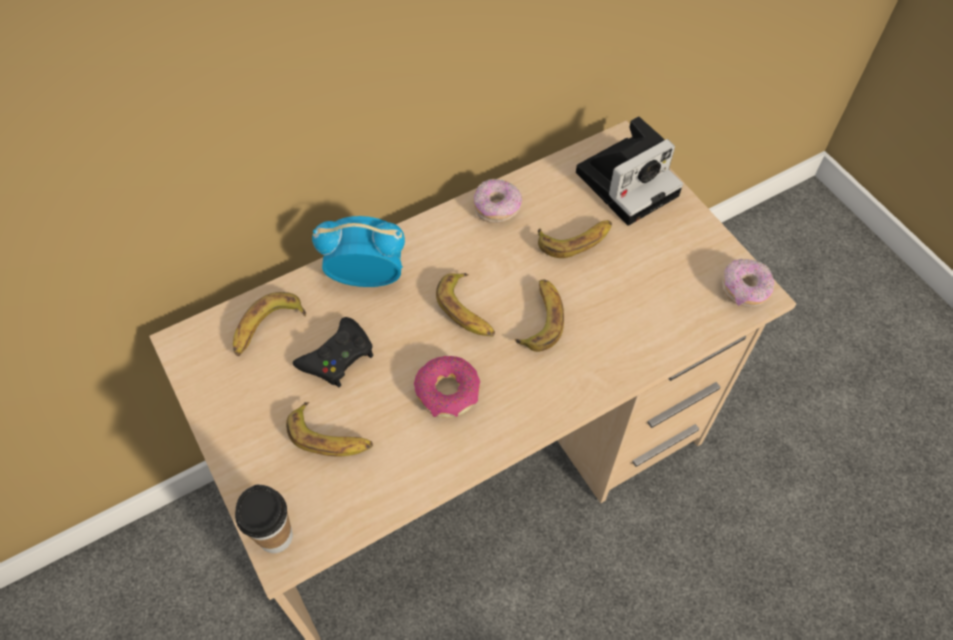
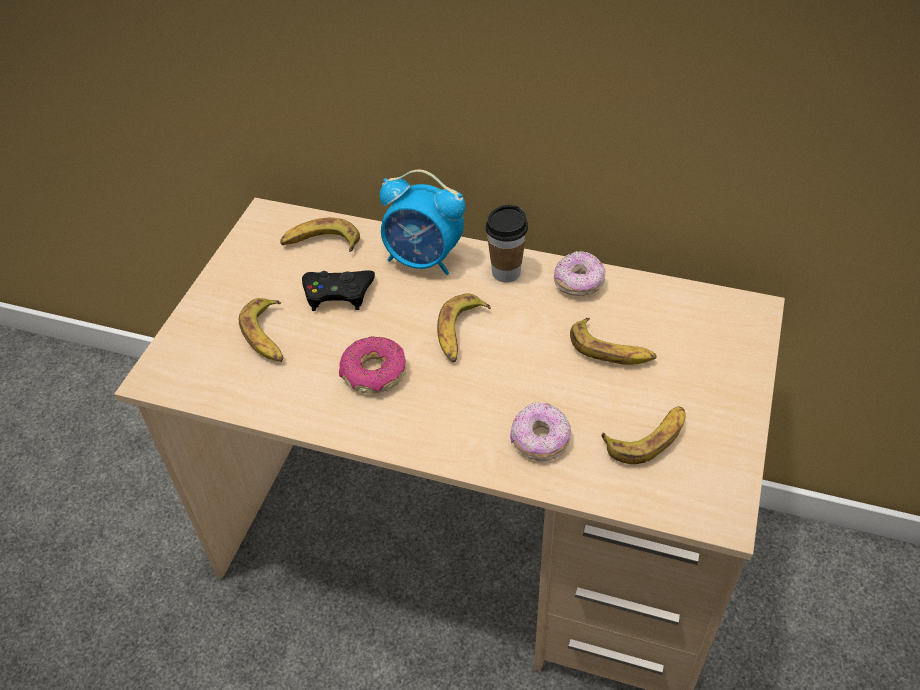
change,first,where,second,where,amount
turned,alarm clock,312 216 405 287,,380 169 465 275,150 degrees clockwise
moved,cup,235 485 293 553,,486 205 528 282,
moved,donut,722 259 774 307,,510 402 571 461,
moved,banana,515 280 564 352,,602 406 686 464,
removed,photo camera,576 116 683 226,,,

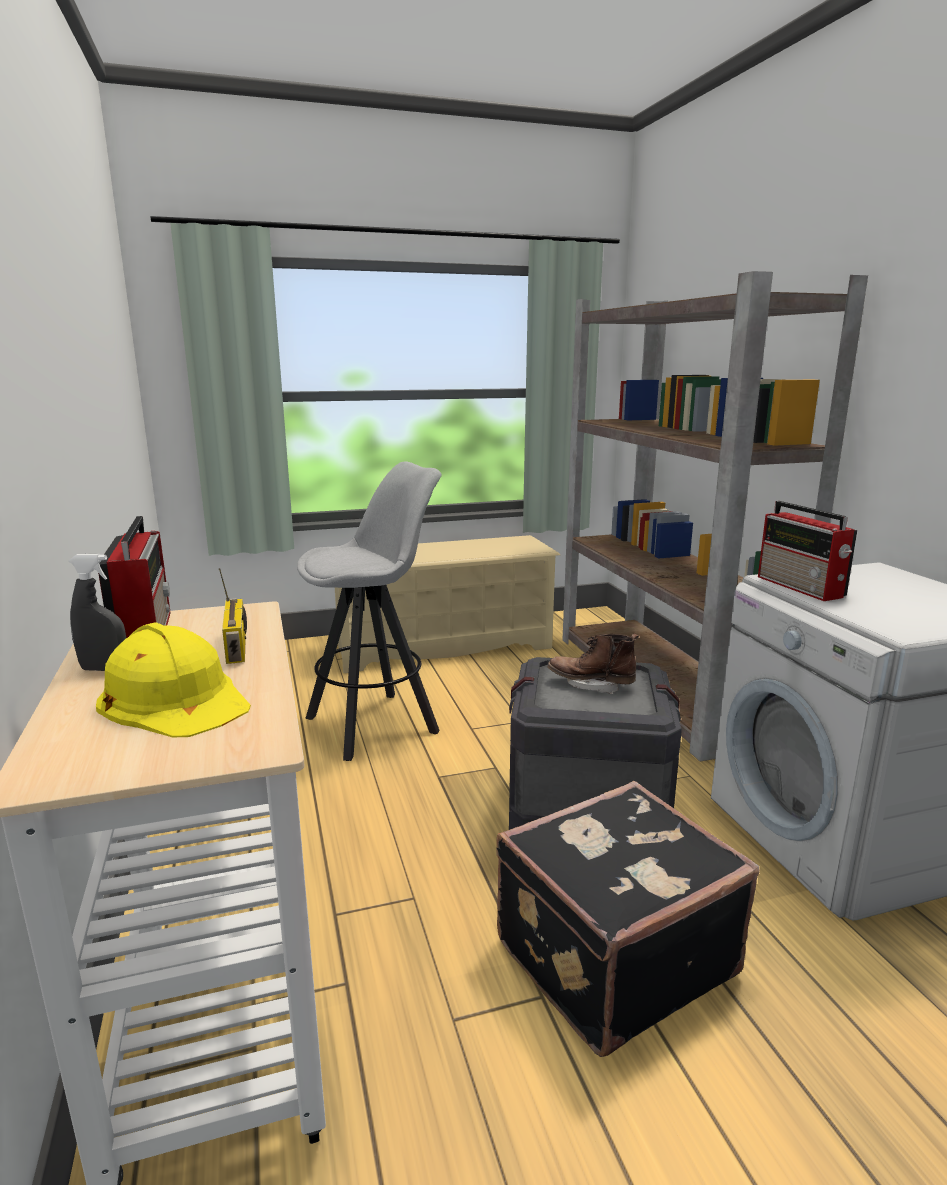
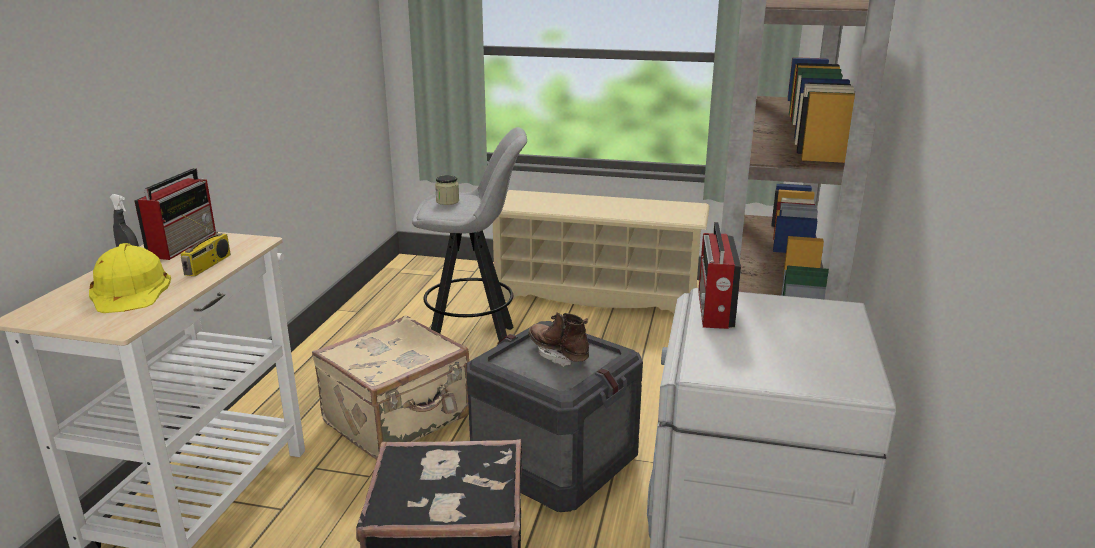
change,first,where,second,where,amount
added,,,beige suitcase,312 315 469 460,
added,,,jar,435 175 459 205,

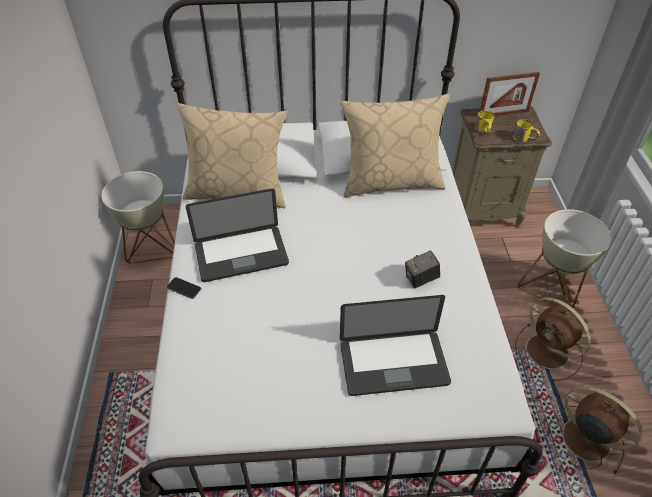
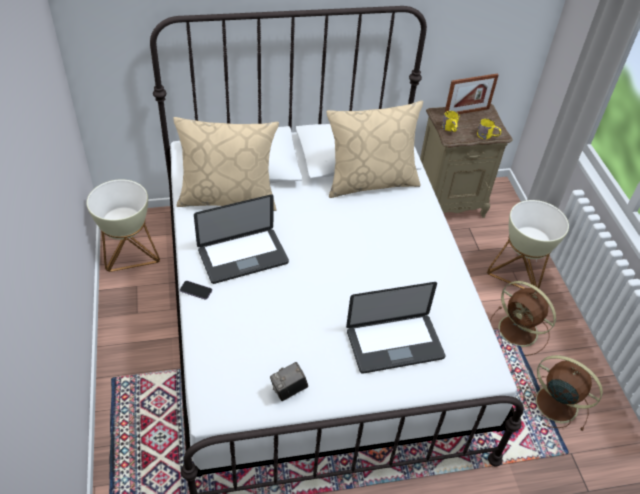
change,first,where,second,where,amount
moved,photo camera,405 250 440 288,,270 362 308 401,

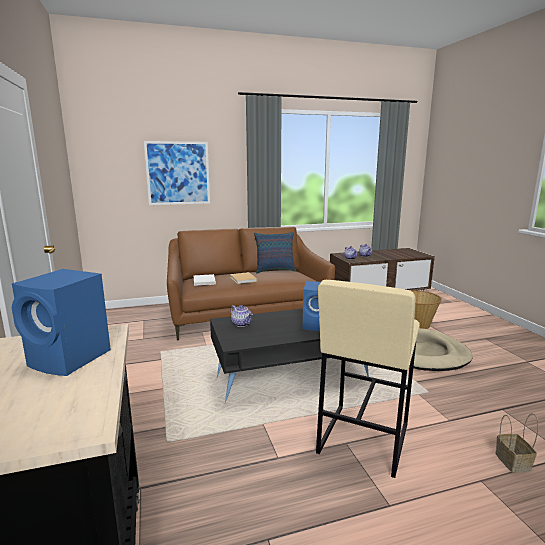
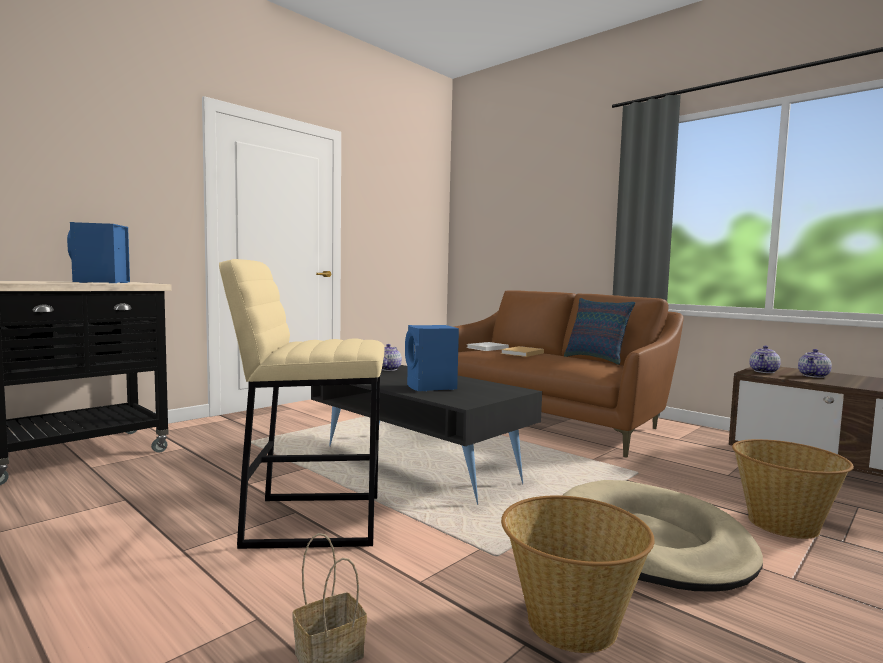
change,first,where,second,where,amount
added,,,basket,501 495 655 653,
removed,picture,144 141 210 205,,,

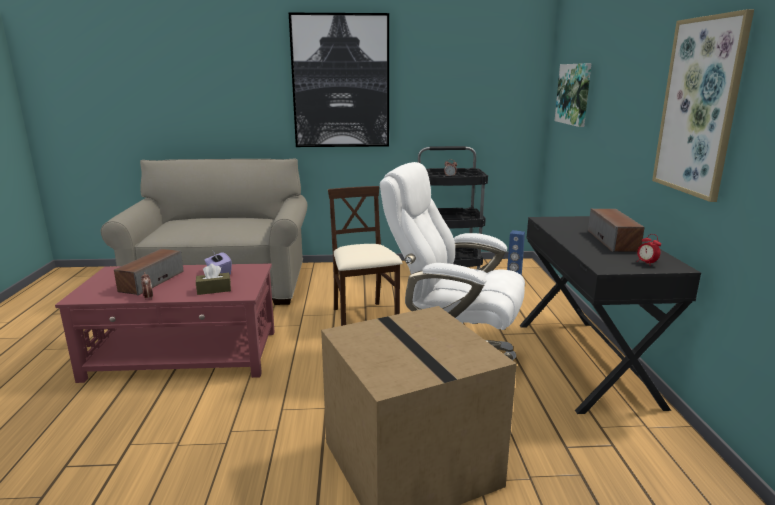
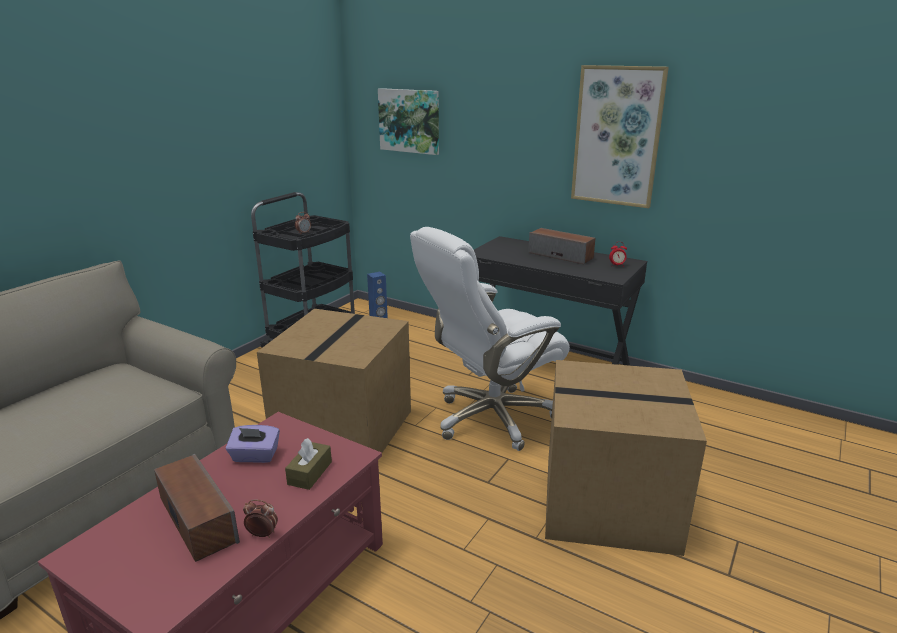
change,first,where,second,where,amount
replaced,beige chair,328 186 402 326,cardboard box,257 309 411 453,
removed,picture,289 13 389 147,,,

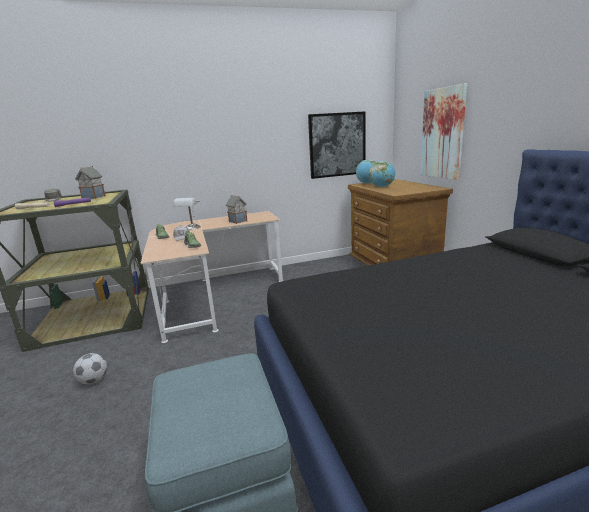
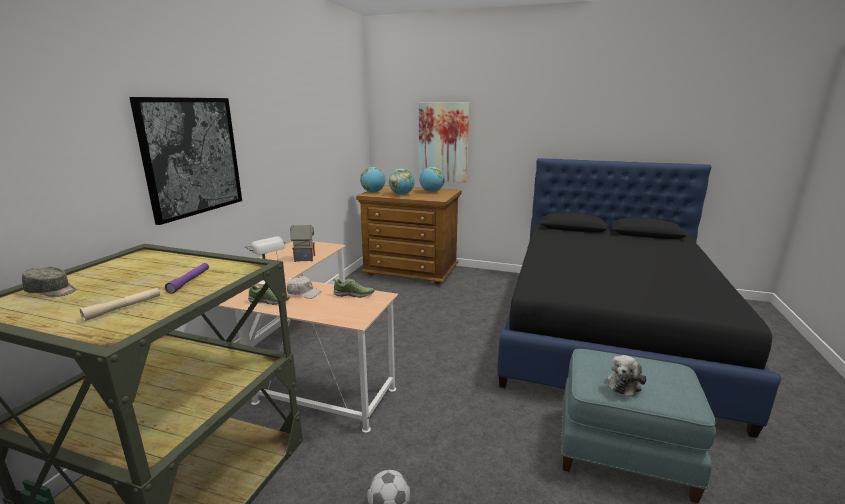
change,first,where,second,where,amount
moved,picture,308 111 365 179,,129 97 242 225,
added,,,globe,420 167 445 192,
added,,,plush toy,605 355 647 397,
removed,toy house,75 166 106 199,,,

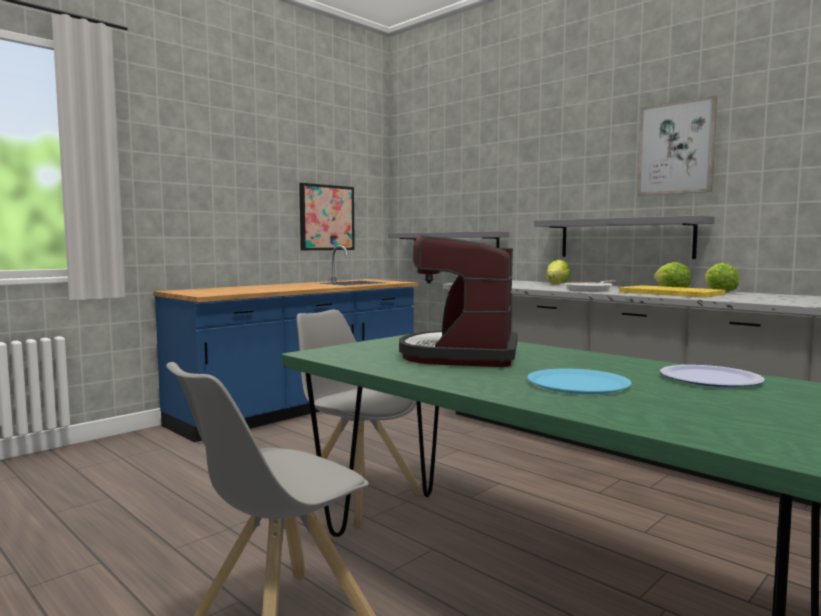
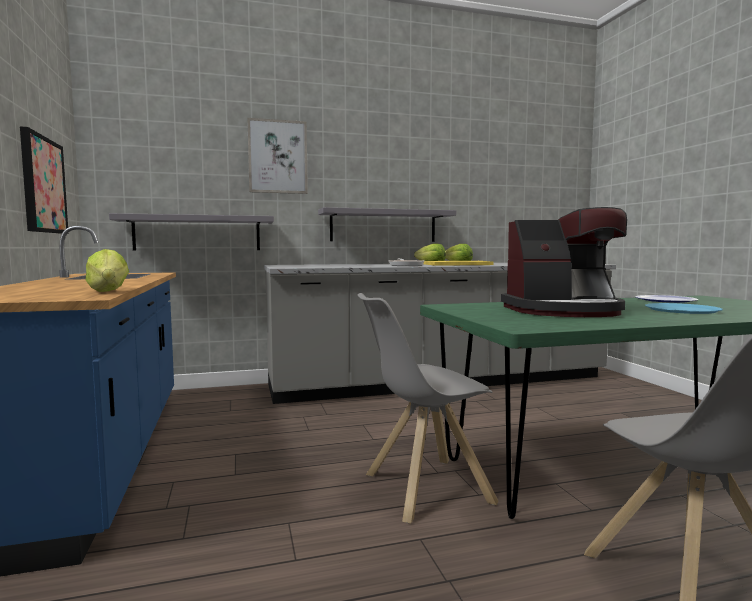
change,first,where,second,where,amount
moved,lettuce,546 260 571 284,,86 249 129 292,
moved,picture,637 95 718 196,,247 118 308 194,
turned,coffee machine,399 235 517 367,,501 207 627 317,45 degrees counterclockwise

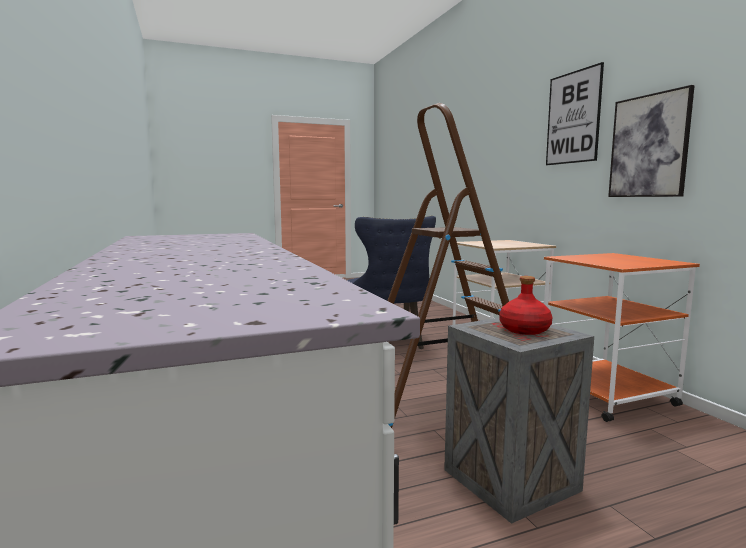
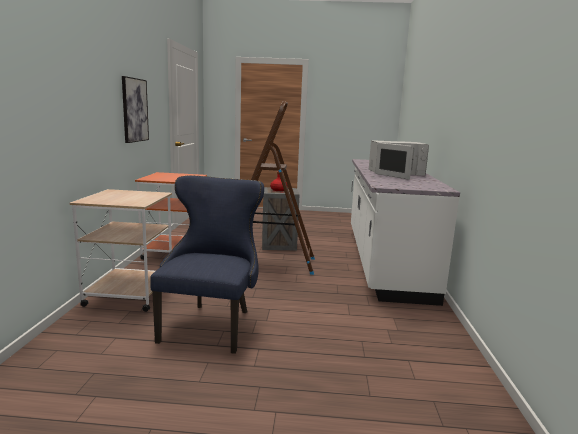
change,first,where,second,where,amount
added,,,white microwave,369 140 429 180,
removed,picture,546 62 604 165,,,

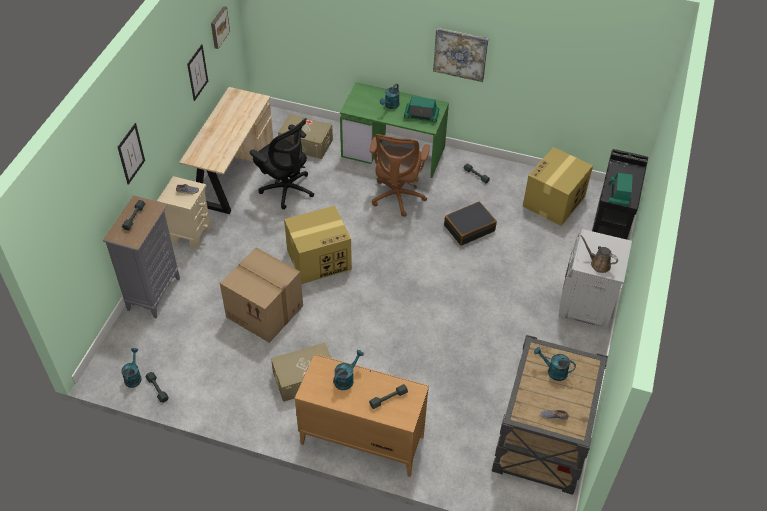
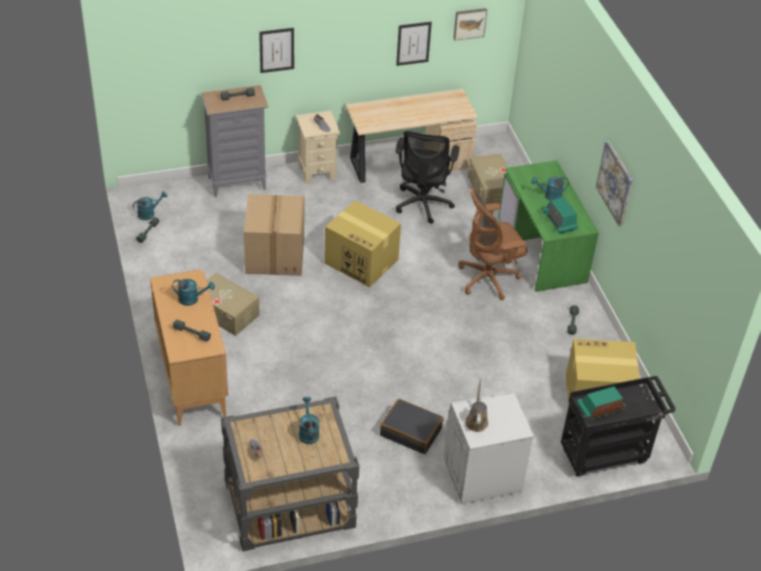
change,first,where,second,where,amount
moved,black suitcase,444 202 497 246,,380 399 443 454,

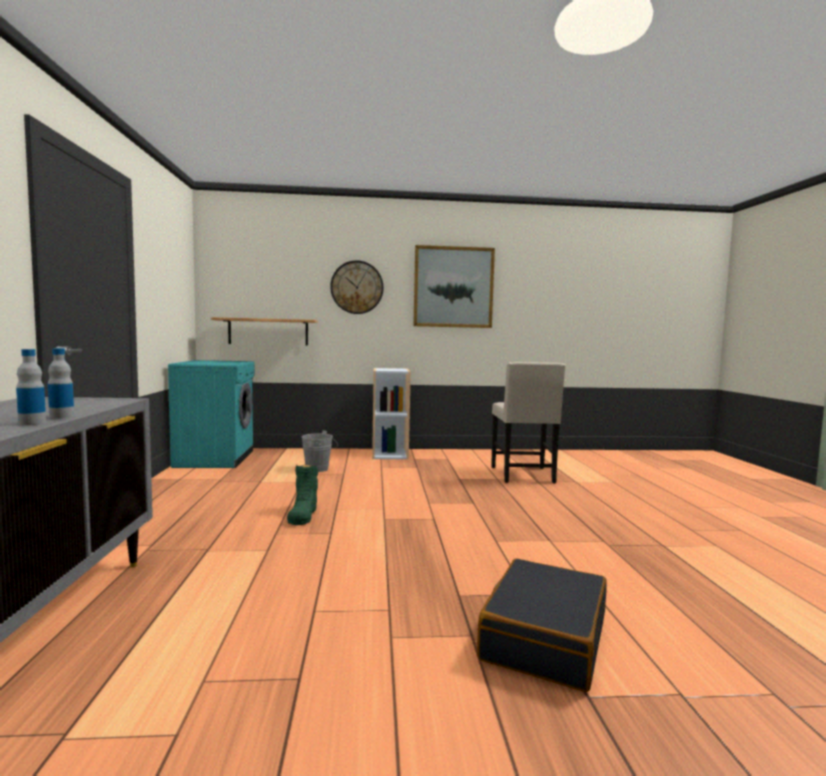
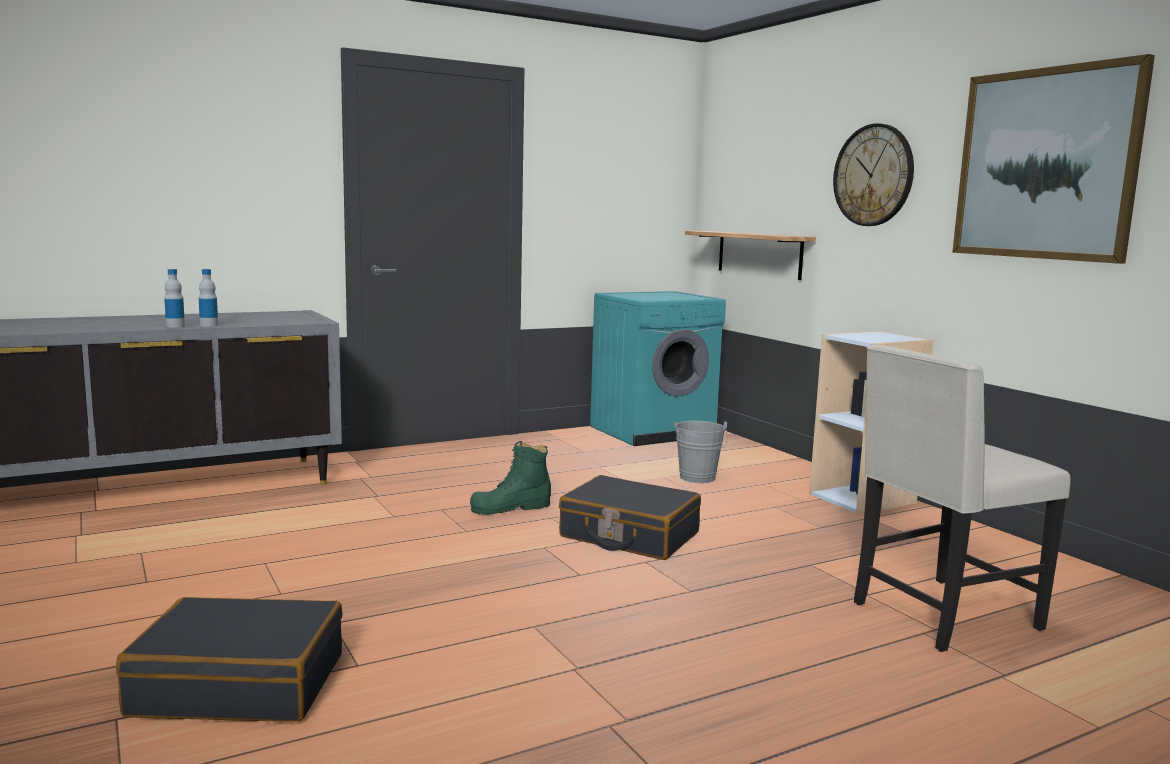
change,first,where,second,where,amount
added,,,black suitcase,559 475 701 560,

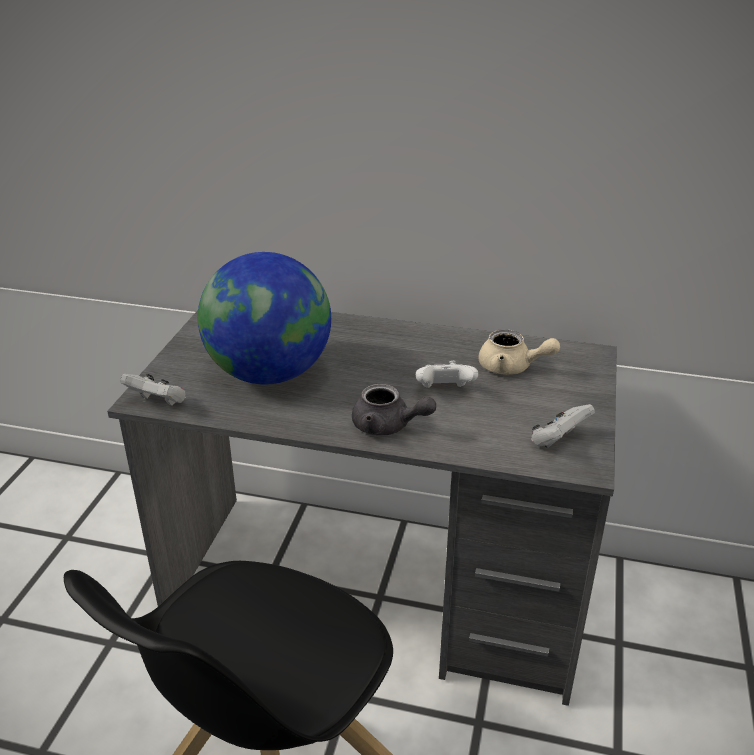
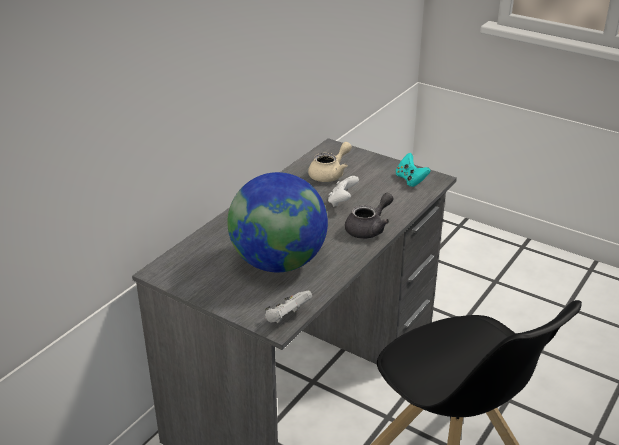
change,first,where,second,where,amount
recoloured,white game controller,531 404 595 448,turquoise game controller,396 153 431 187,

